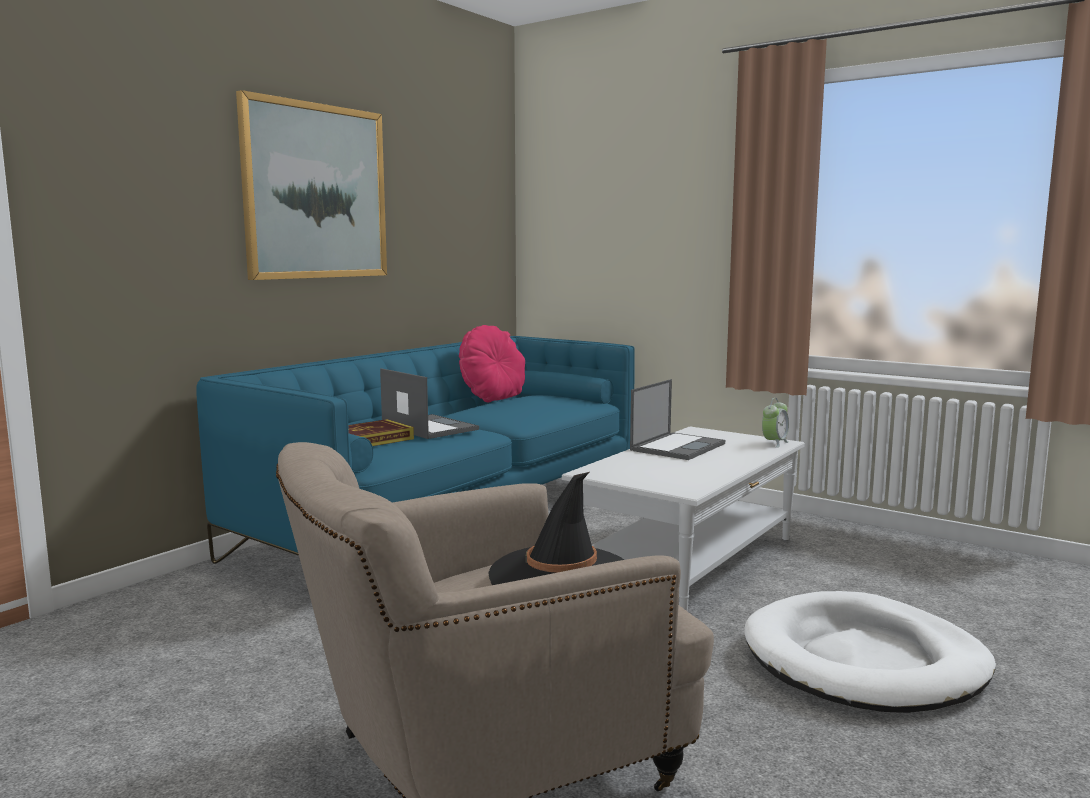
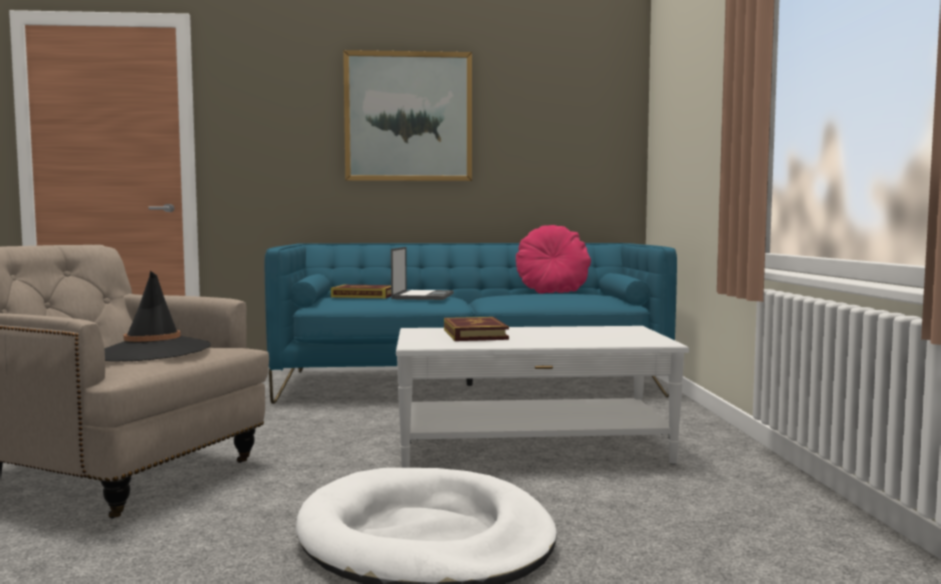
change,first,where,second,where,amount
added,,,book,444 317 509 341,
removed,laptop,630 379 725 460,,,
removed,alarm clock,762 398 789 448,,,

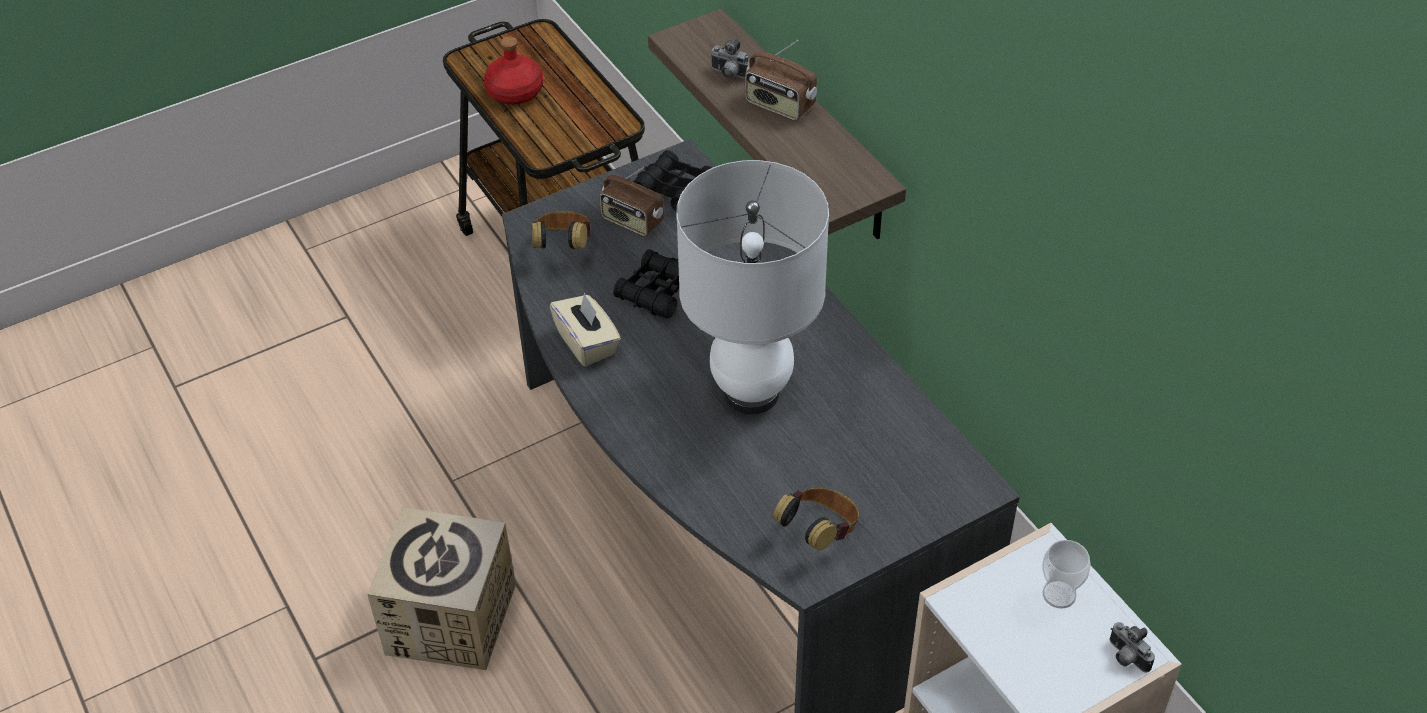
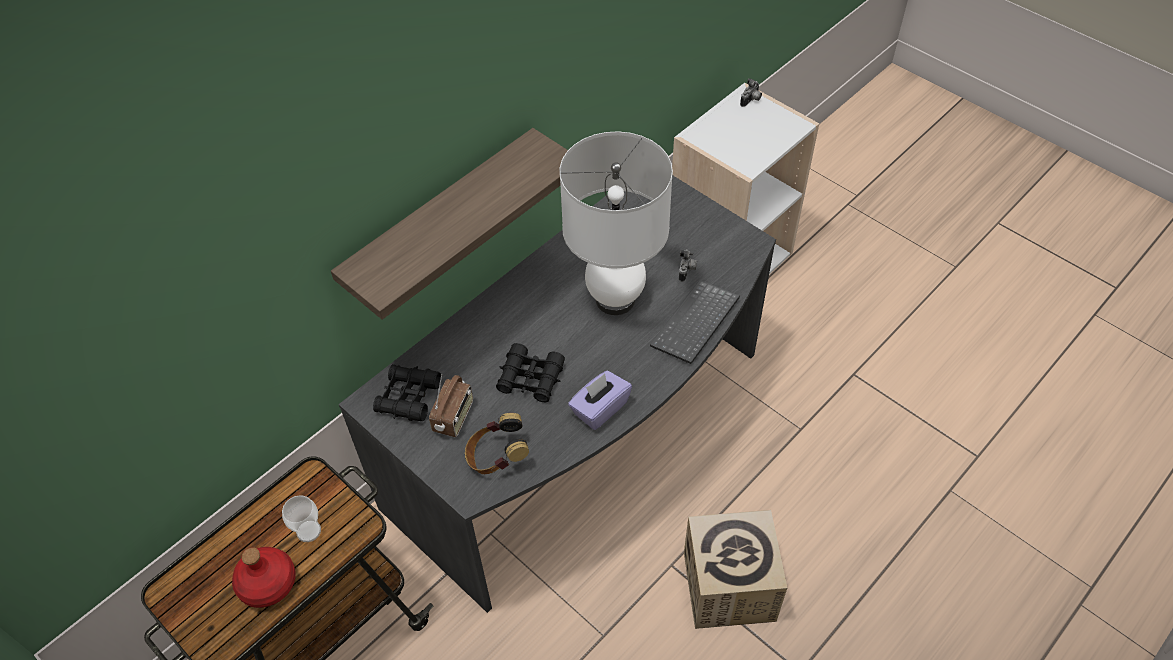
change,first,where,second,where,amount
moved,cup,1042 540 1091 609,,282 495 321 542,
recoloured,beige tissue box,550 292 621 367,purple tissue box,568 370 632 430,
added,,,keyboard,650 280 740 364,
moved,photo camera,710 39 749 79,,679 249 697 282,
removed,radio,745 40 817 121,,,
removed,headphones,773 488 859 550,,,

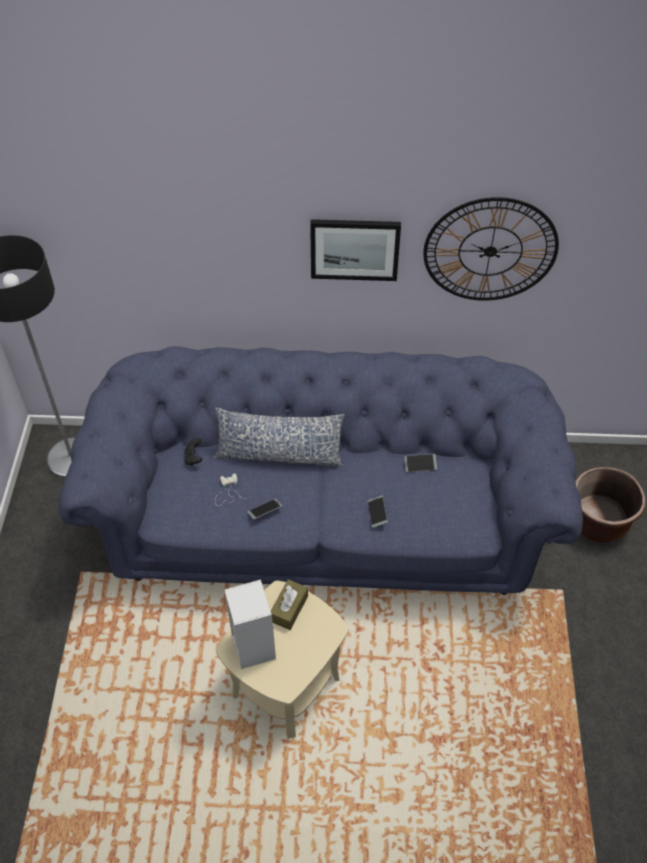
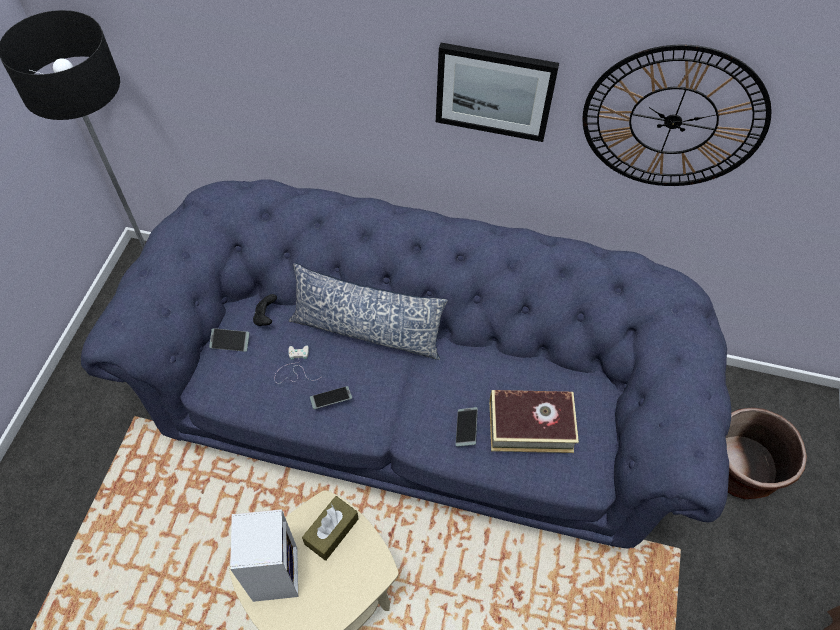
change,first,where,second,where,amount
moved,phone,404 454 437 472,,209 328 249 352,
added,,,book,489 390 579 453,

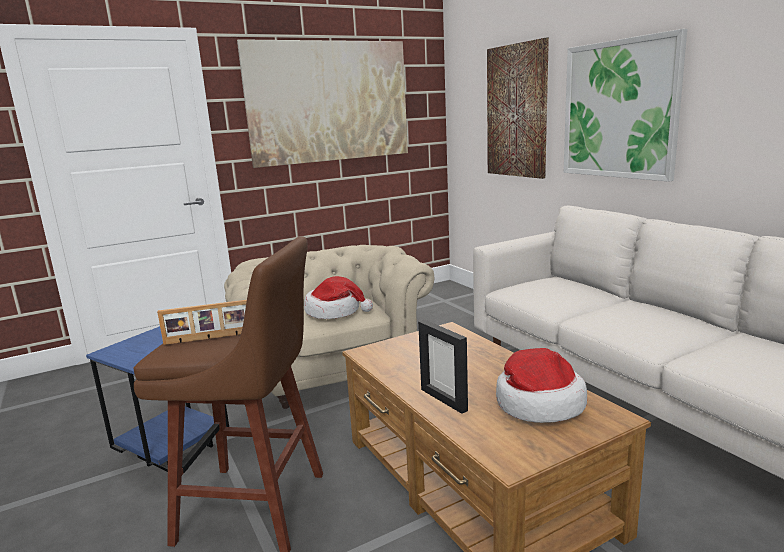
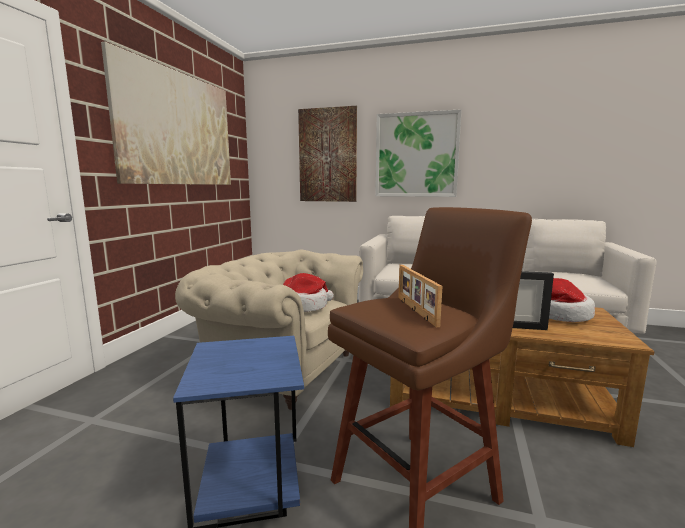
change,first,where,second,where,amount
turned,picture frame,157 300 247 345,,398 265 442 327,135 degrees clockwise

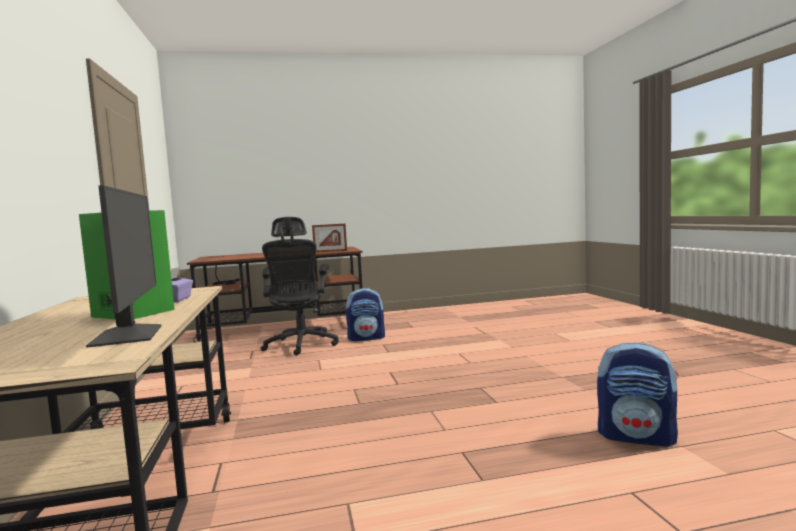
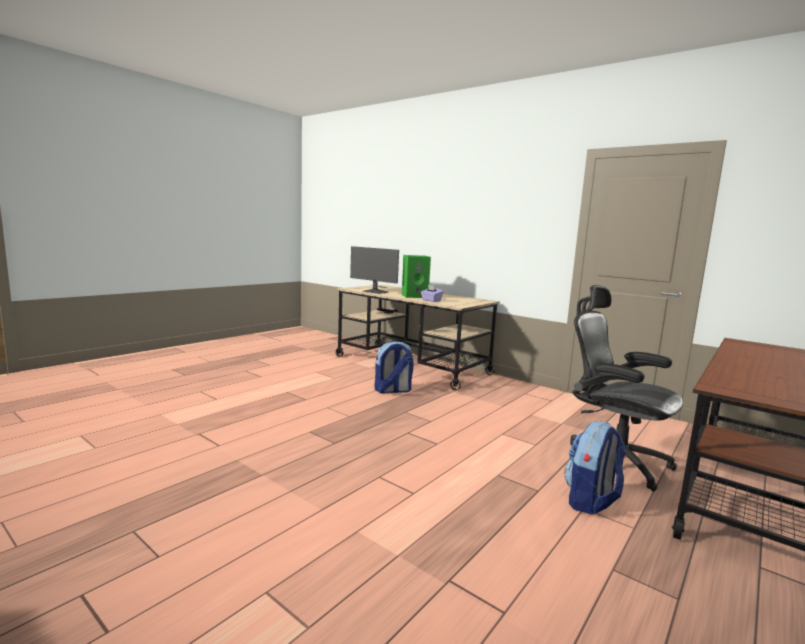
change,first,where,second,where,amount
moved,backpack,597 342 679 447,,374 341 414 394,
removed,picture frame,312 223 347 253,,,

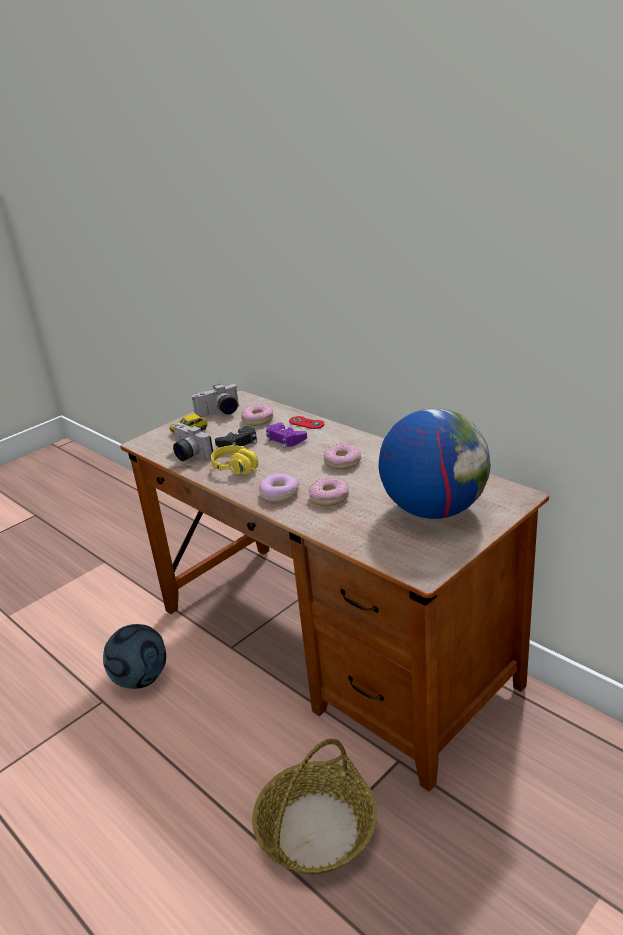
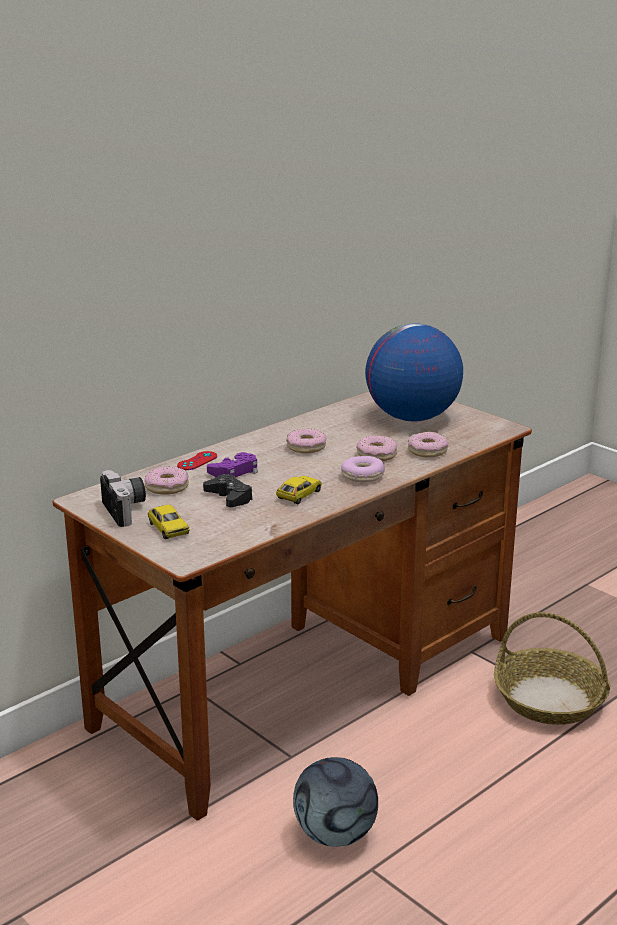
change,first,where,second,where,amount
replaced,yellow headphones,211 445 260 475,toy car,276 476 322 504,
added,,,donut,408 432 448 457,
removed,photo camera,173 423 213 461,,,

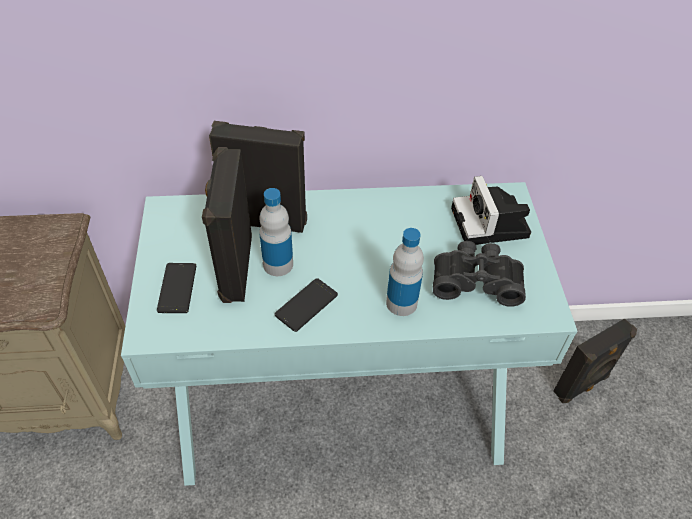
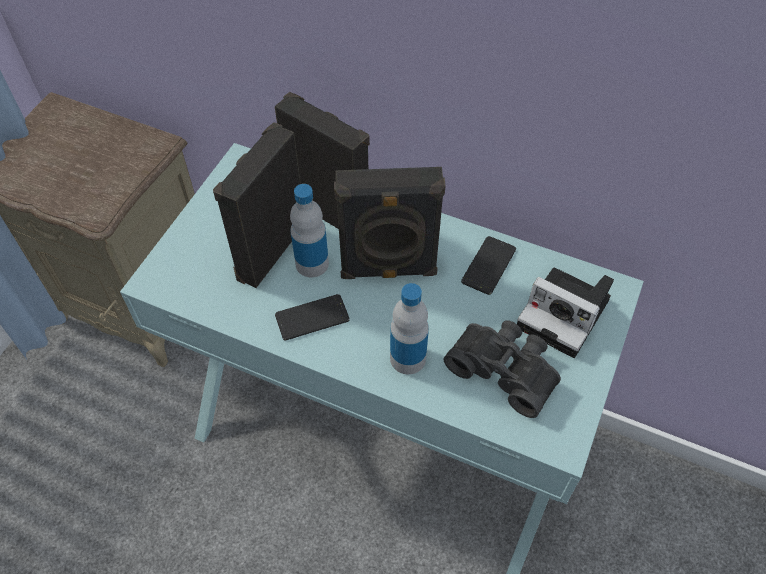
change,first,where,second,where,amount
moved,black speaker,553 318 637 403,,334 167 446 279,
moved,phone,157 263 196 313,,461 236 516 295,
turned,photo camera,451 176 531 245,,517 268 614 358,75 degrees counterclockwise

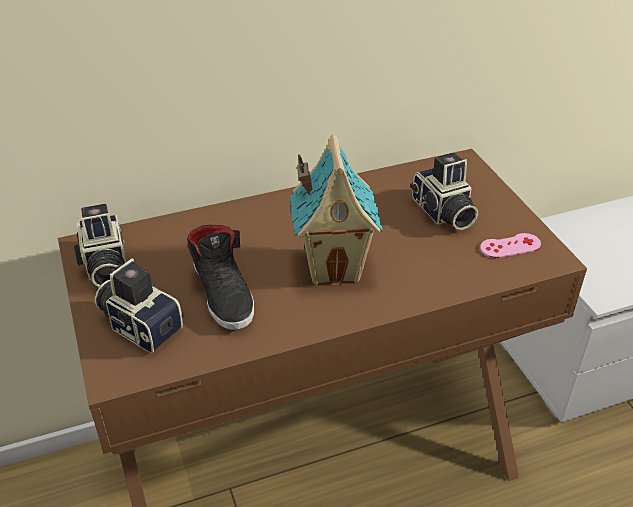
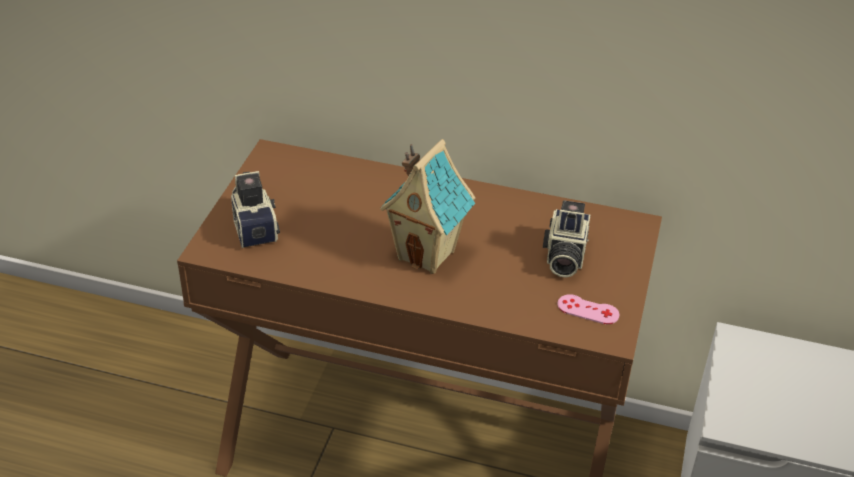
change,first,where,second,where,amount
removed,photo camera,74 204 126 287,,,
removed,black shoe,187 225 254 330,,,

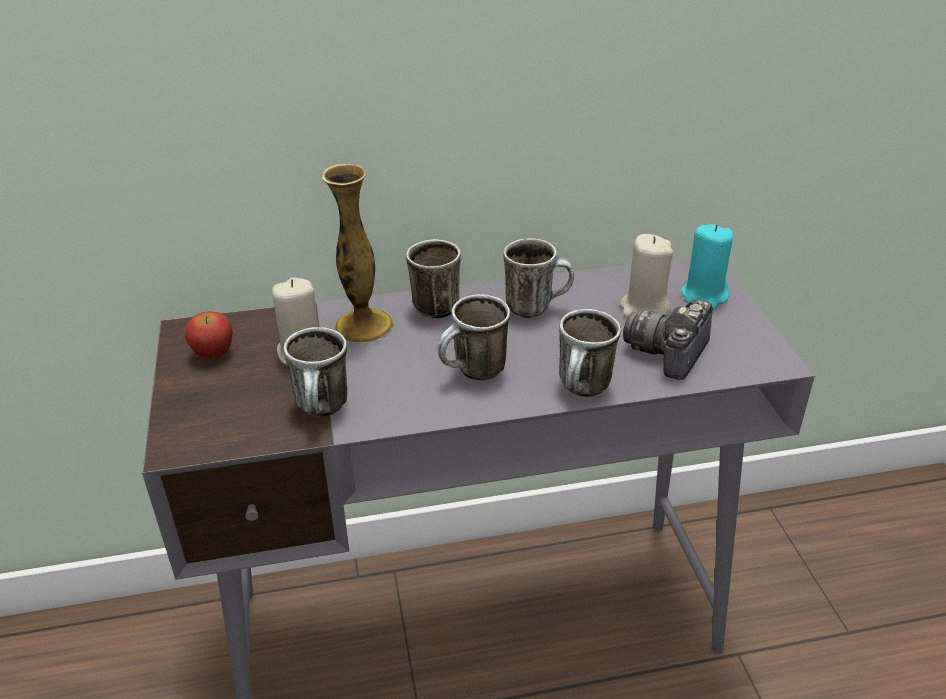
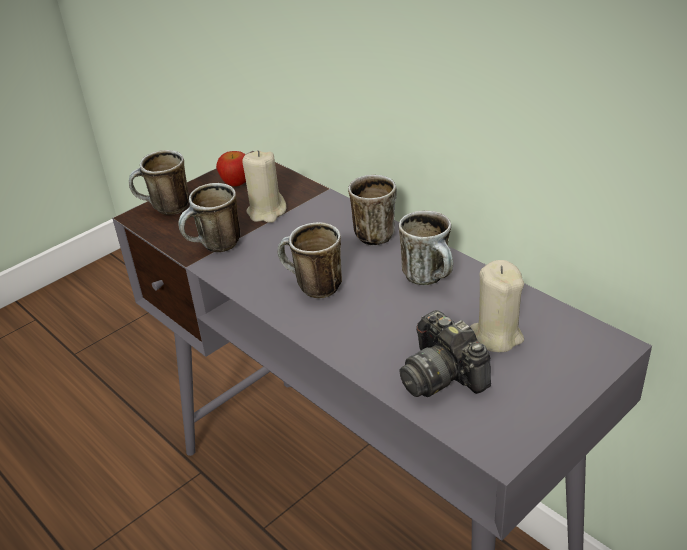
change,first,where,second,where,amount
moved,mug,559 309 621 397,,129 150 189 215,
turned,photo camera,623 300 713 380,,399 310 491 397,120 degrees counterclockwise
removed,vase,322 164 393 343,,,
removed,turquoise candle,681 224 733 310,,,

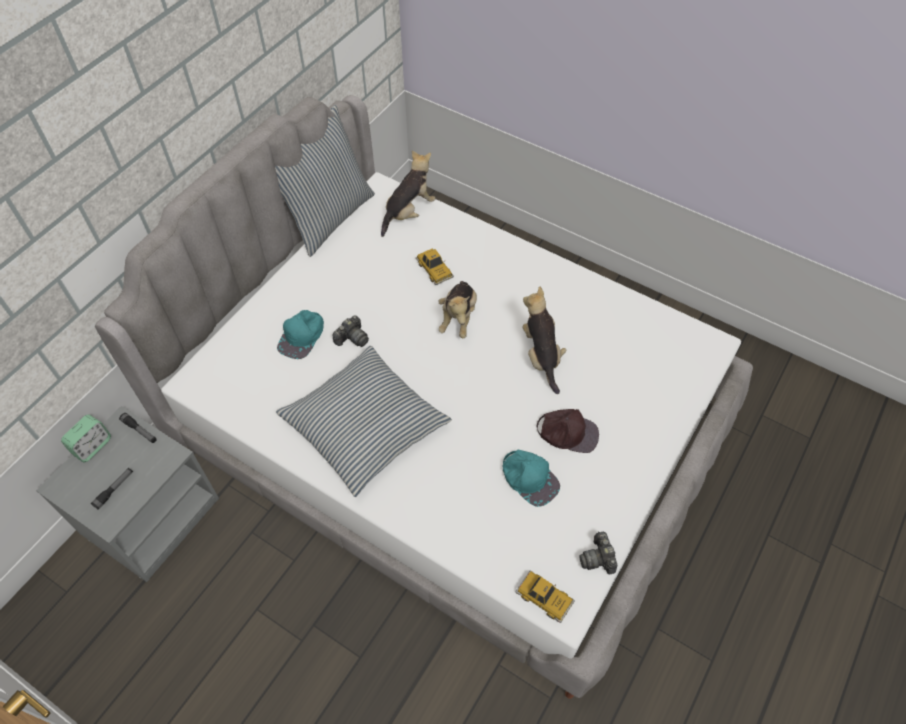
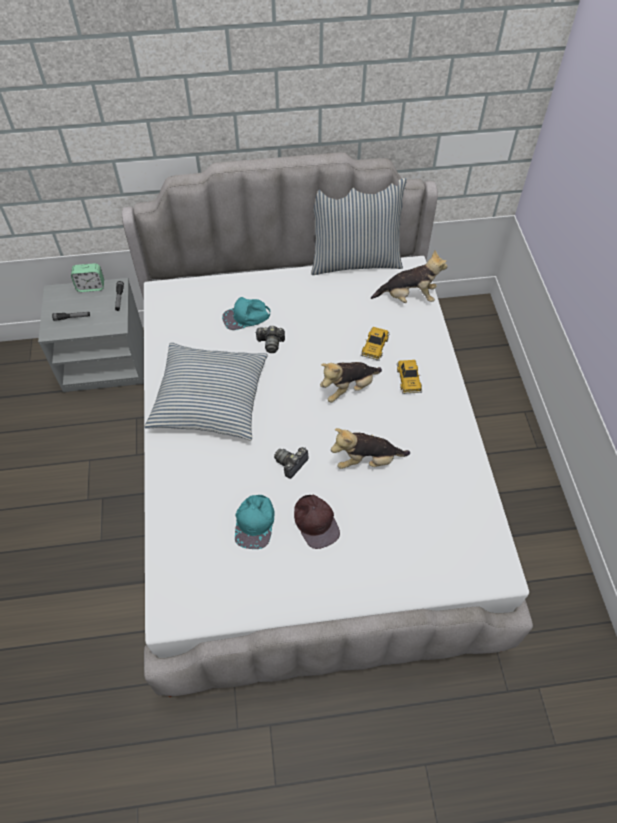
change,first,where,second,where,amount
moved,photo camera,579 531 617 574,,274 447 308 479,
turned,plush toy,523 286 566 394,,331 428 410 469,135 degrees counterclockwise
moved,toy car,516 571 575 623,,397 360 422 394,

